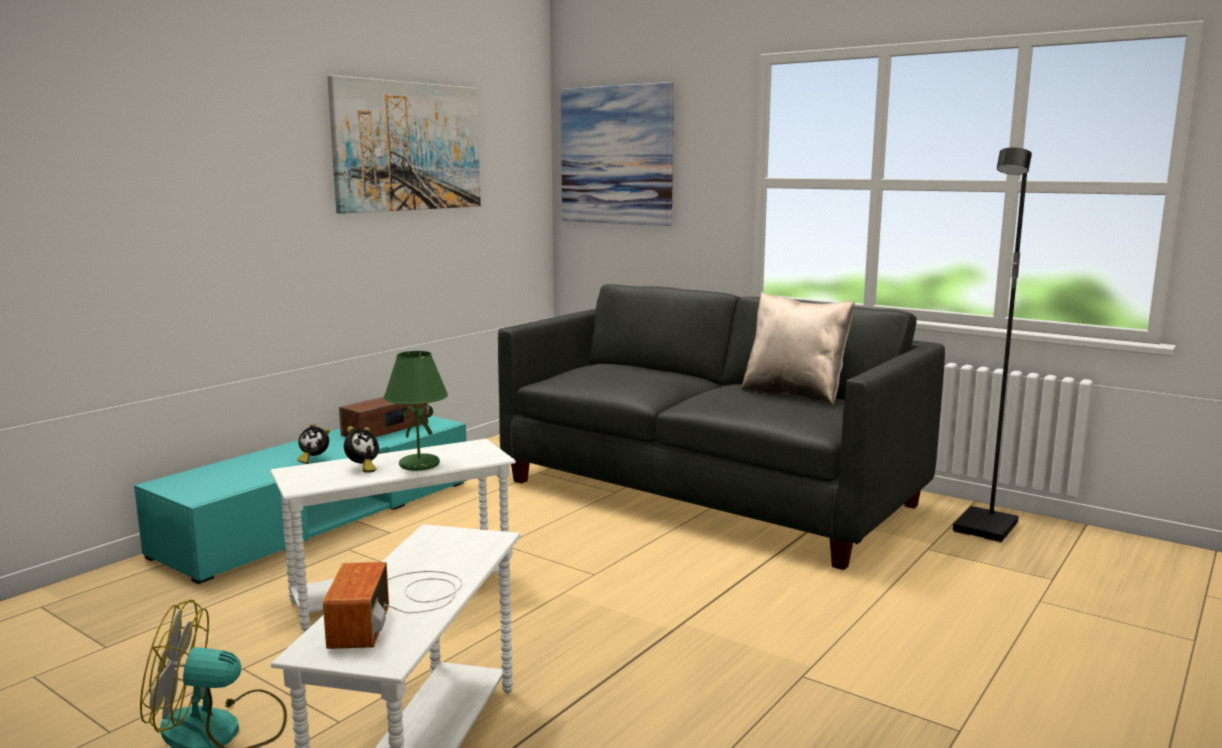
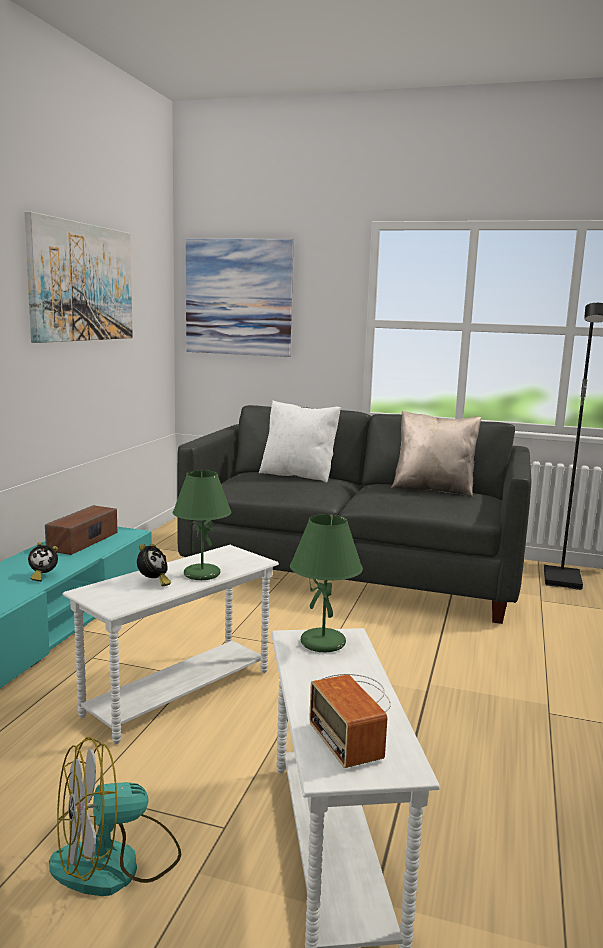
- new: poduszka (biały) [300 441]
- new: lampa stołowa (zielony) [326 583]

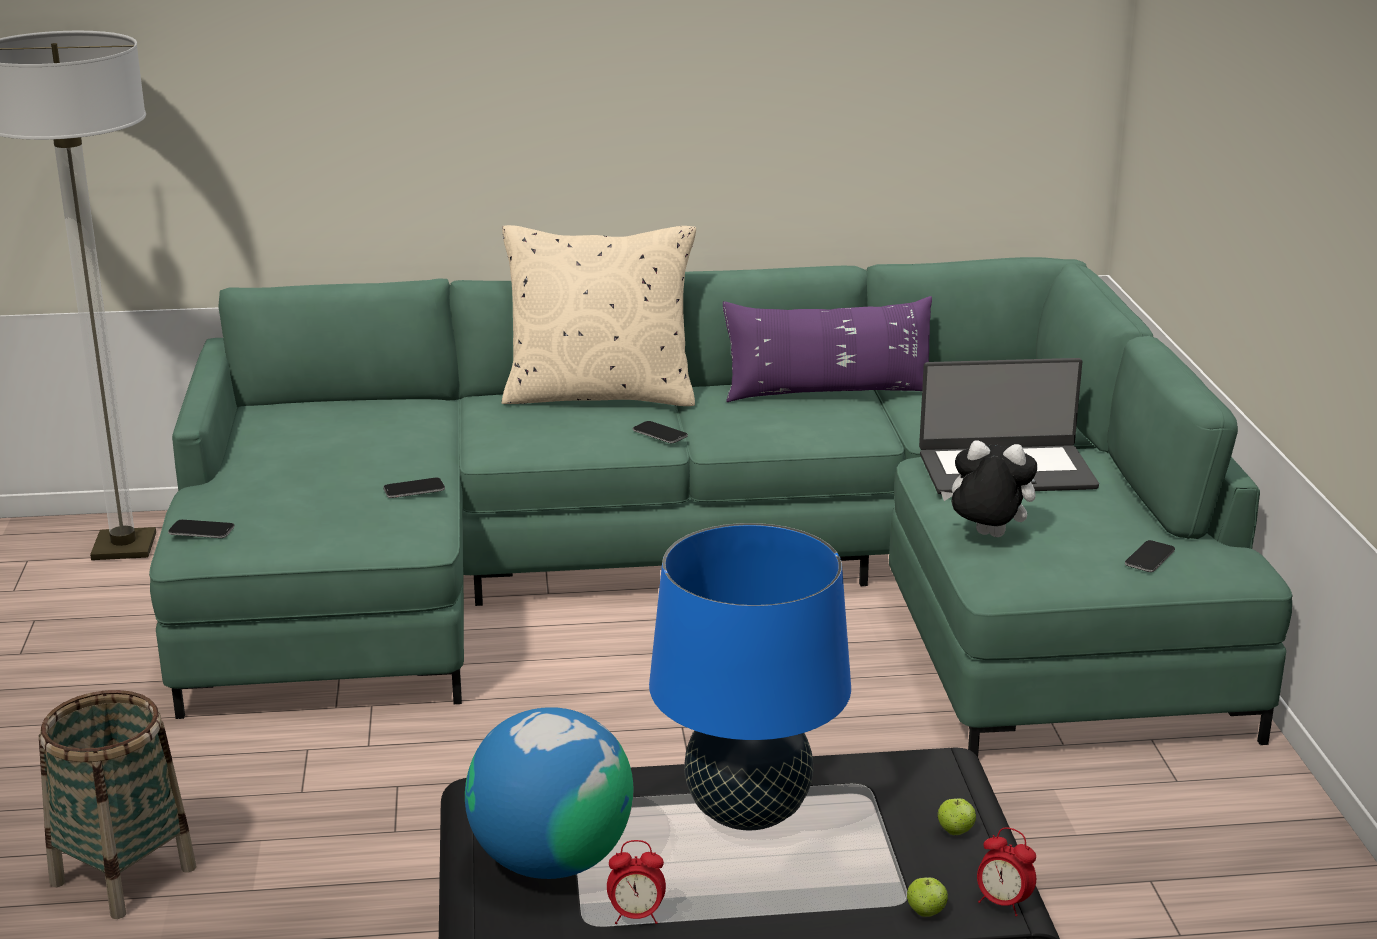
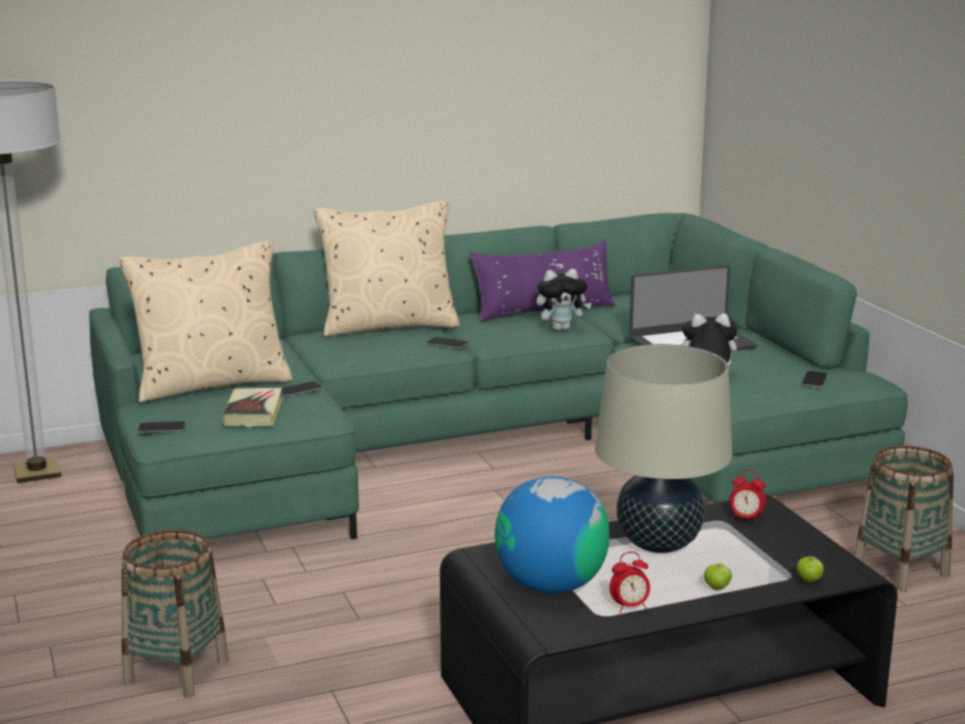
- new: poduszka (beżowy) [206 321]
- new: książka [252 407]
- new: pluszak [564 300]
- new: koszyk [904 518]
- shifted: jabłko [957 816] to [718 576]
- shifted: budzik [1006 871] to [748 497]
- repainted: lampa stołowa (niebieski) [750 676] to lampa stołowa (beżowy) [663 448]

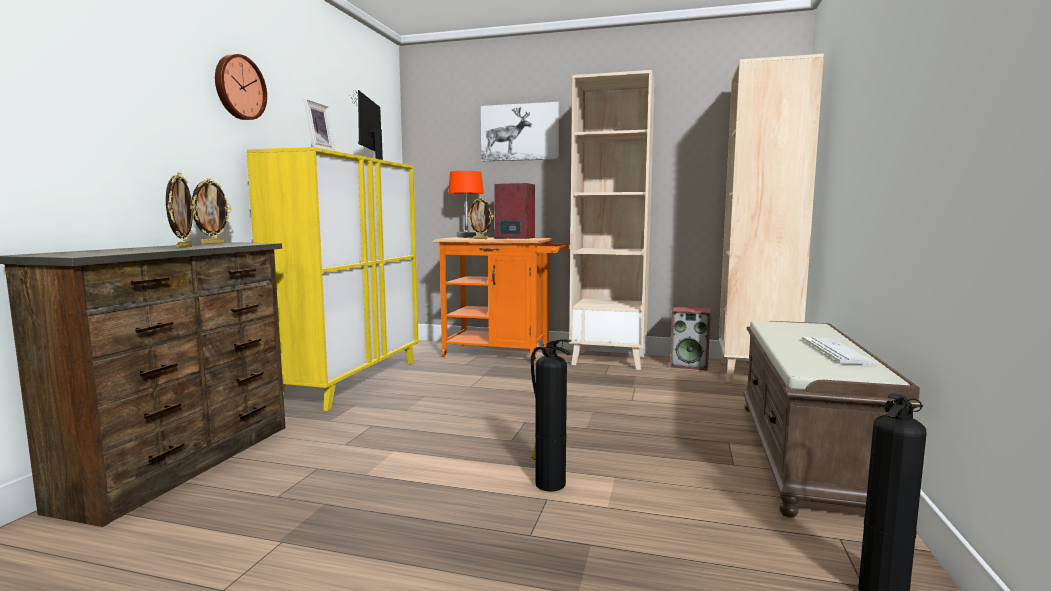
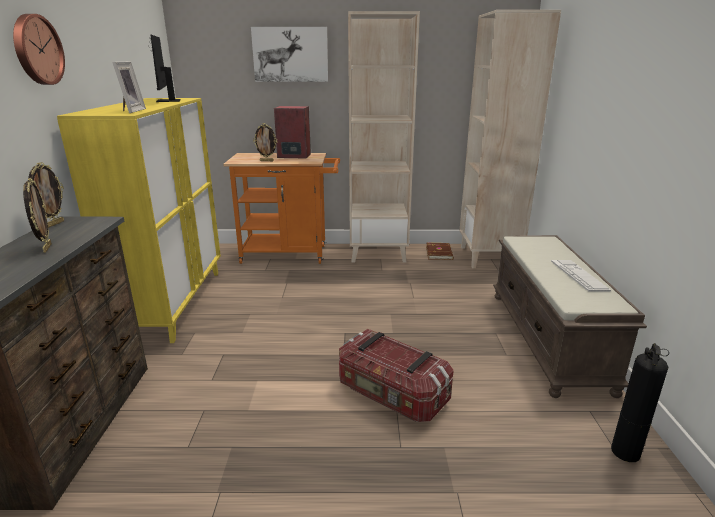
- gone: lampa stołowa (pomarańczowy) [466 204]
- swapped: gaśnica [551 415] to pojemnik do przechowywania [396 375]
- swapped: głośnik [690 338] to książka (brązowy) [440 251]

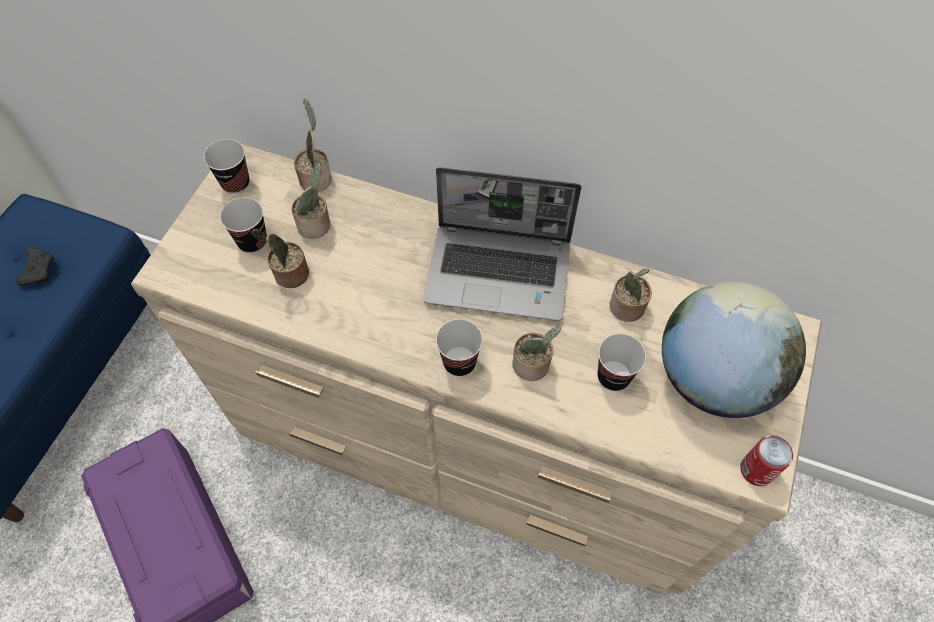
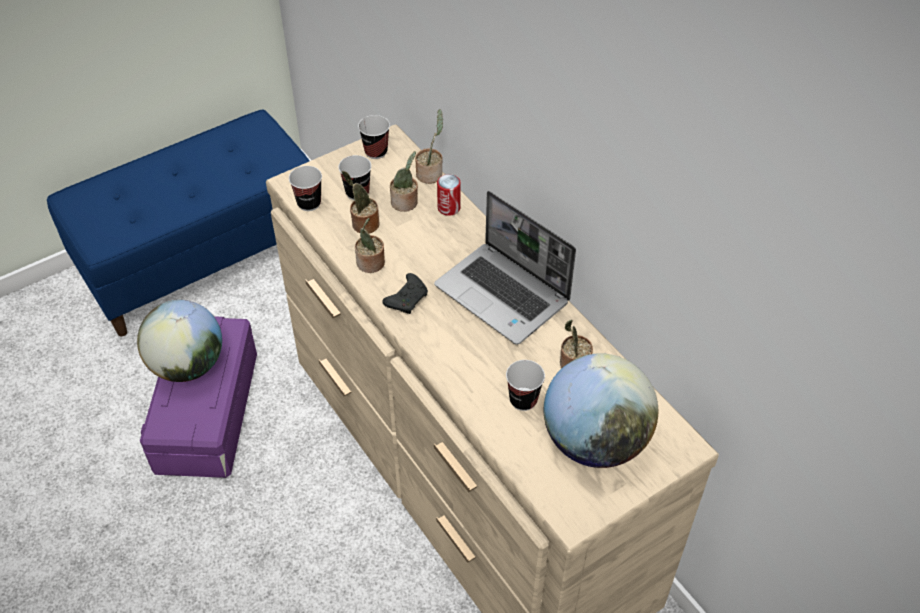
- new: globus [179 341]
- shifted: pad do gier (czarny) [35 266] to [405 293]
- shifted: filiżanka [459 347] to [305 188]
- shifted: roślina doniczkowa [536 353] to [370 245]
- shifted: puszka [766 460] to [448 195]

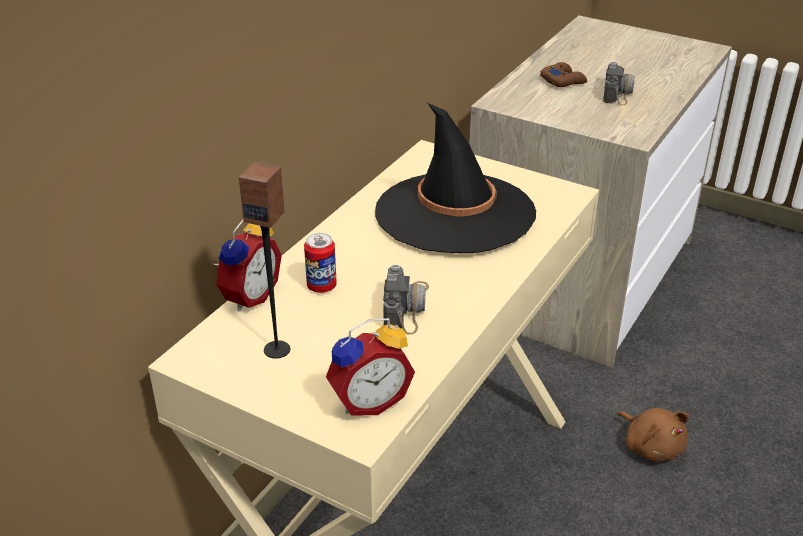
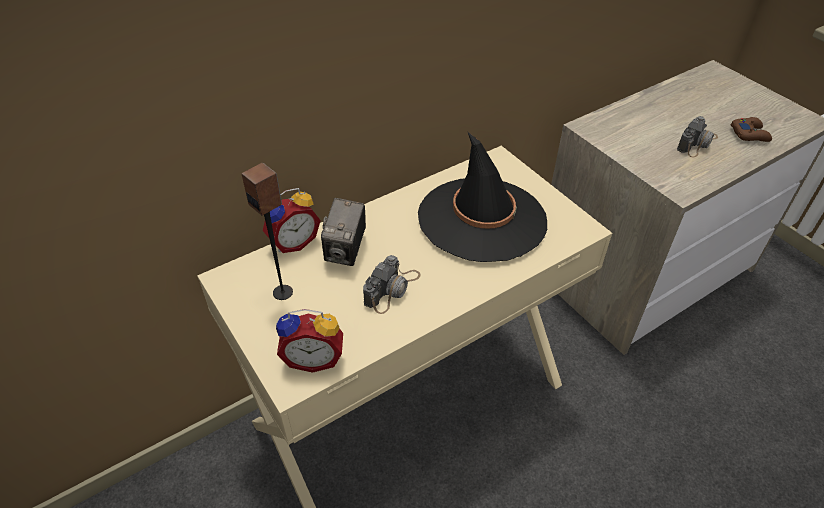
- gone: pluszak (brązowy) [653 435]
- shifted: pad do gier (brązowy) [563 74] to [751 129]
- swapped: puszka [320 263] to aparat fotograficzny [343 232]

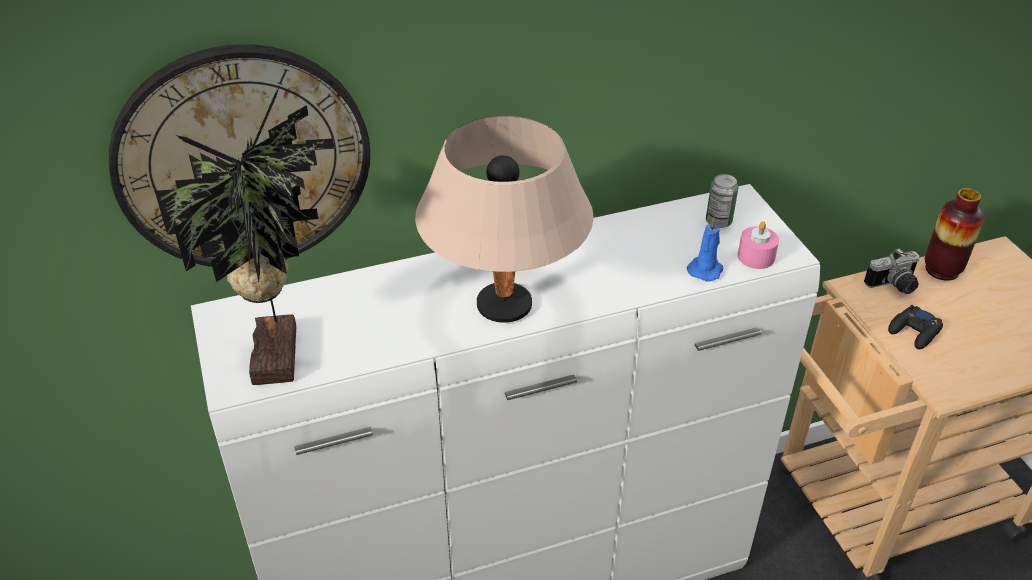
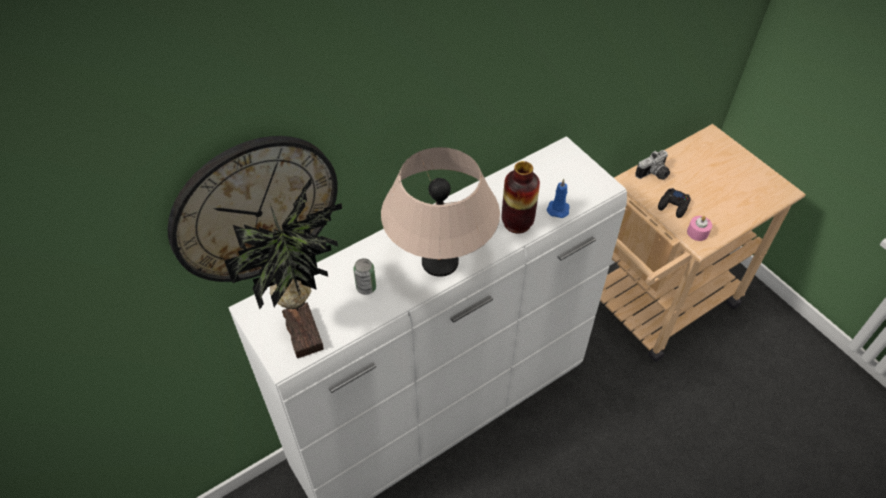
- shifted: puszka [722 201] to [364 276]
- shifted: świeca (różowy) [758 245] to [699 228]
- shifted: wazon [954 234] to [521 197]

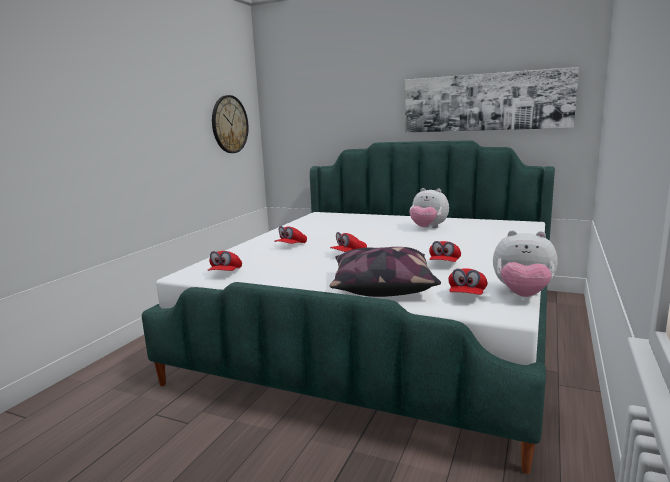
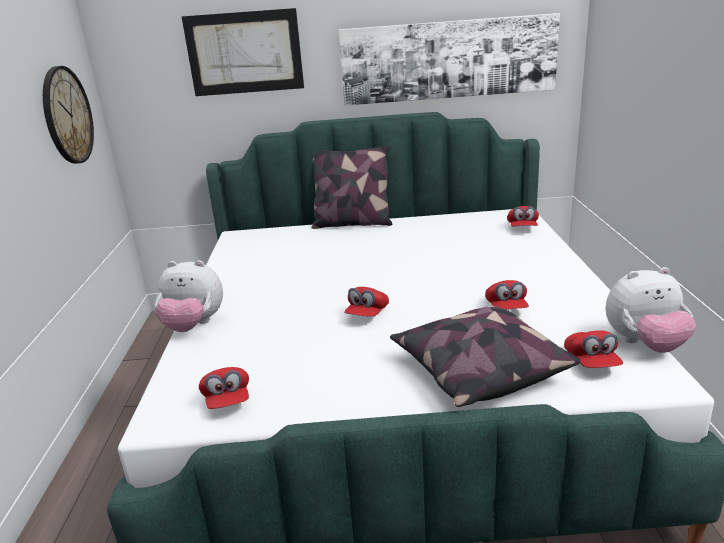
- new: obraz [243 52]
- new: poduszka [352 187]
- shifted: czapka z daszkiem (czerwony) [290 235] to [523 216]
- shifted: pluszak [429 208] to [189 296]

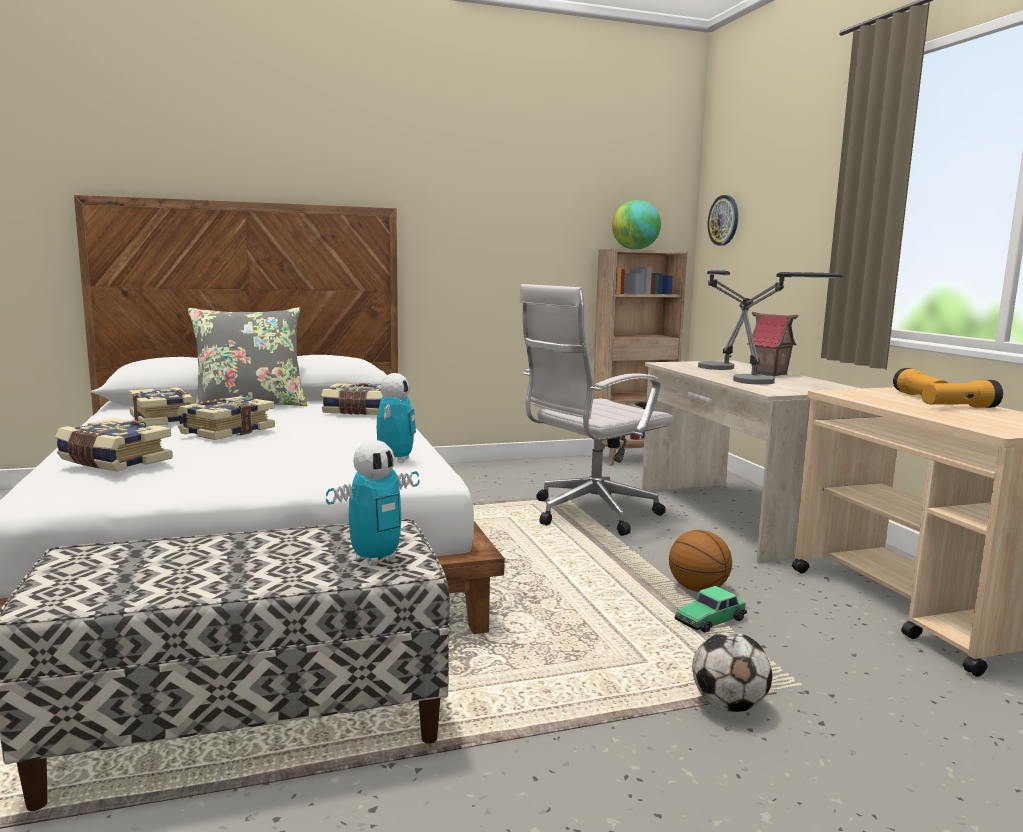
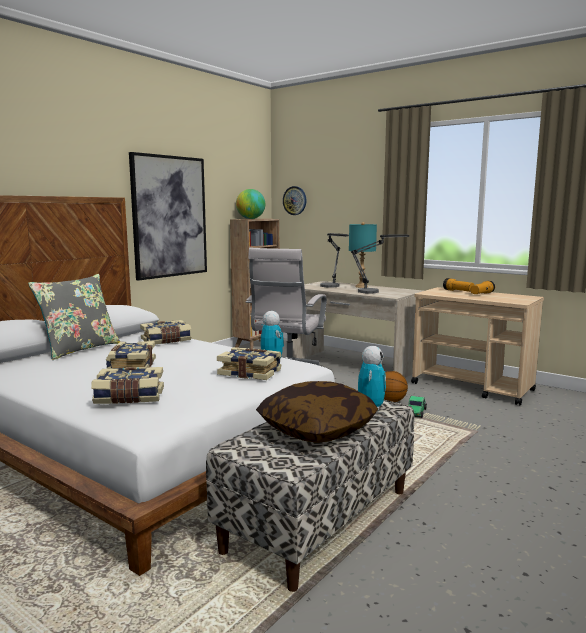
- gone: piłka futbolowa [732 672]
- new: obraz [168 216]
- new: poduszka [317 412]
- shifted: książka [162 406] to [249 363]
- swapped: domek [772 344] to lampa stołowa (turkusowy) [363 255]

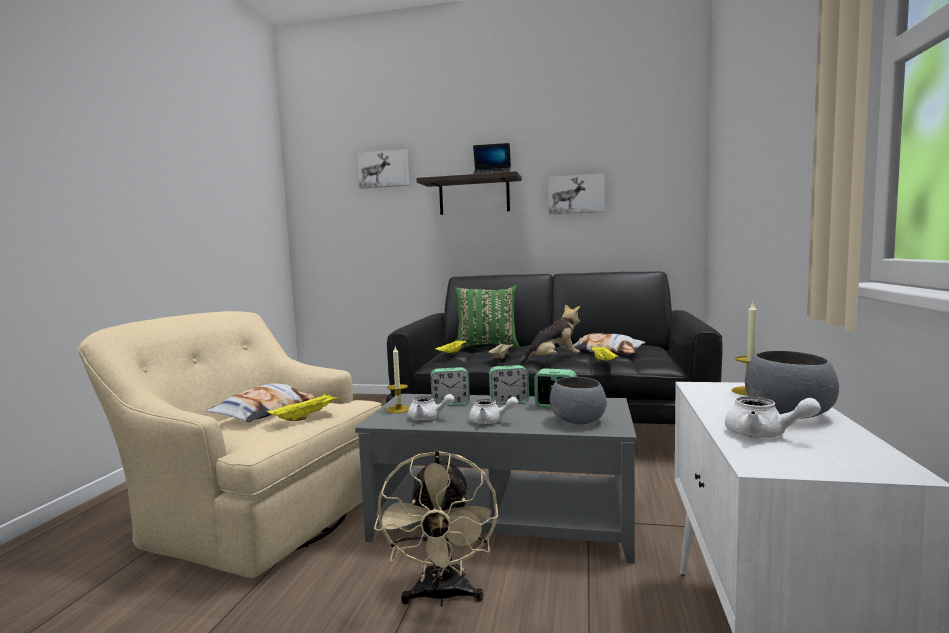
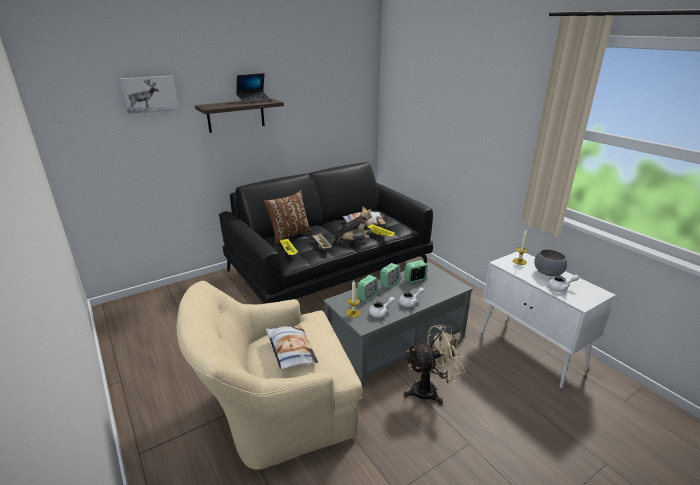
- gone: taca (żółty) [304 407]
- gone: obraz [576 194]
- gone: miska (szary) [578 400]
- repainted: poduszka (zielony) [487 317] to poduszka (brązowy) [288 217]
- rotated: wentylator (beżowy) [436 528] = [434 365] 60 degrees counterclockwise
- rotated: pluszak [549 334] = [351 225] 45 degrees clockwise

